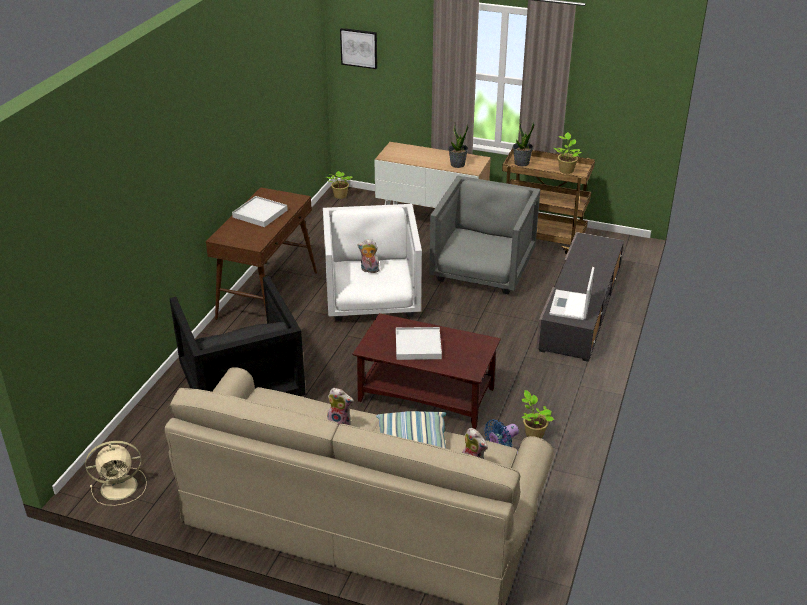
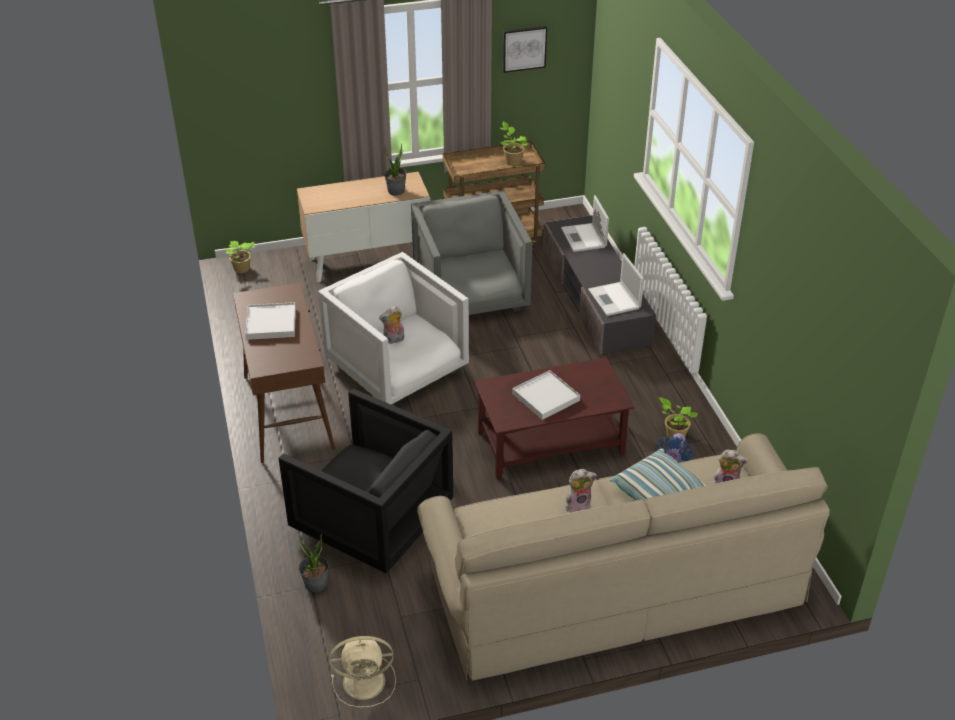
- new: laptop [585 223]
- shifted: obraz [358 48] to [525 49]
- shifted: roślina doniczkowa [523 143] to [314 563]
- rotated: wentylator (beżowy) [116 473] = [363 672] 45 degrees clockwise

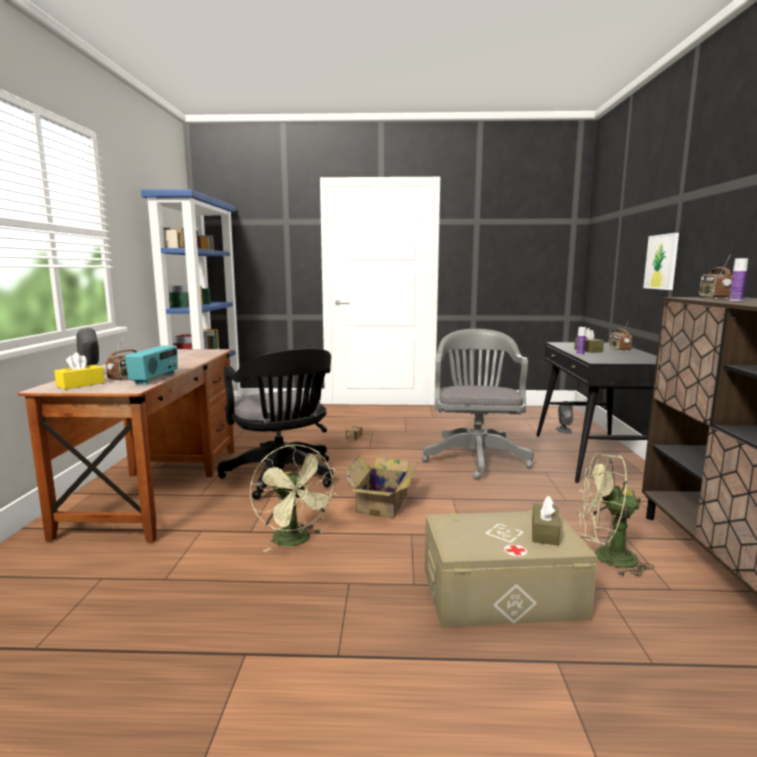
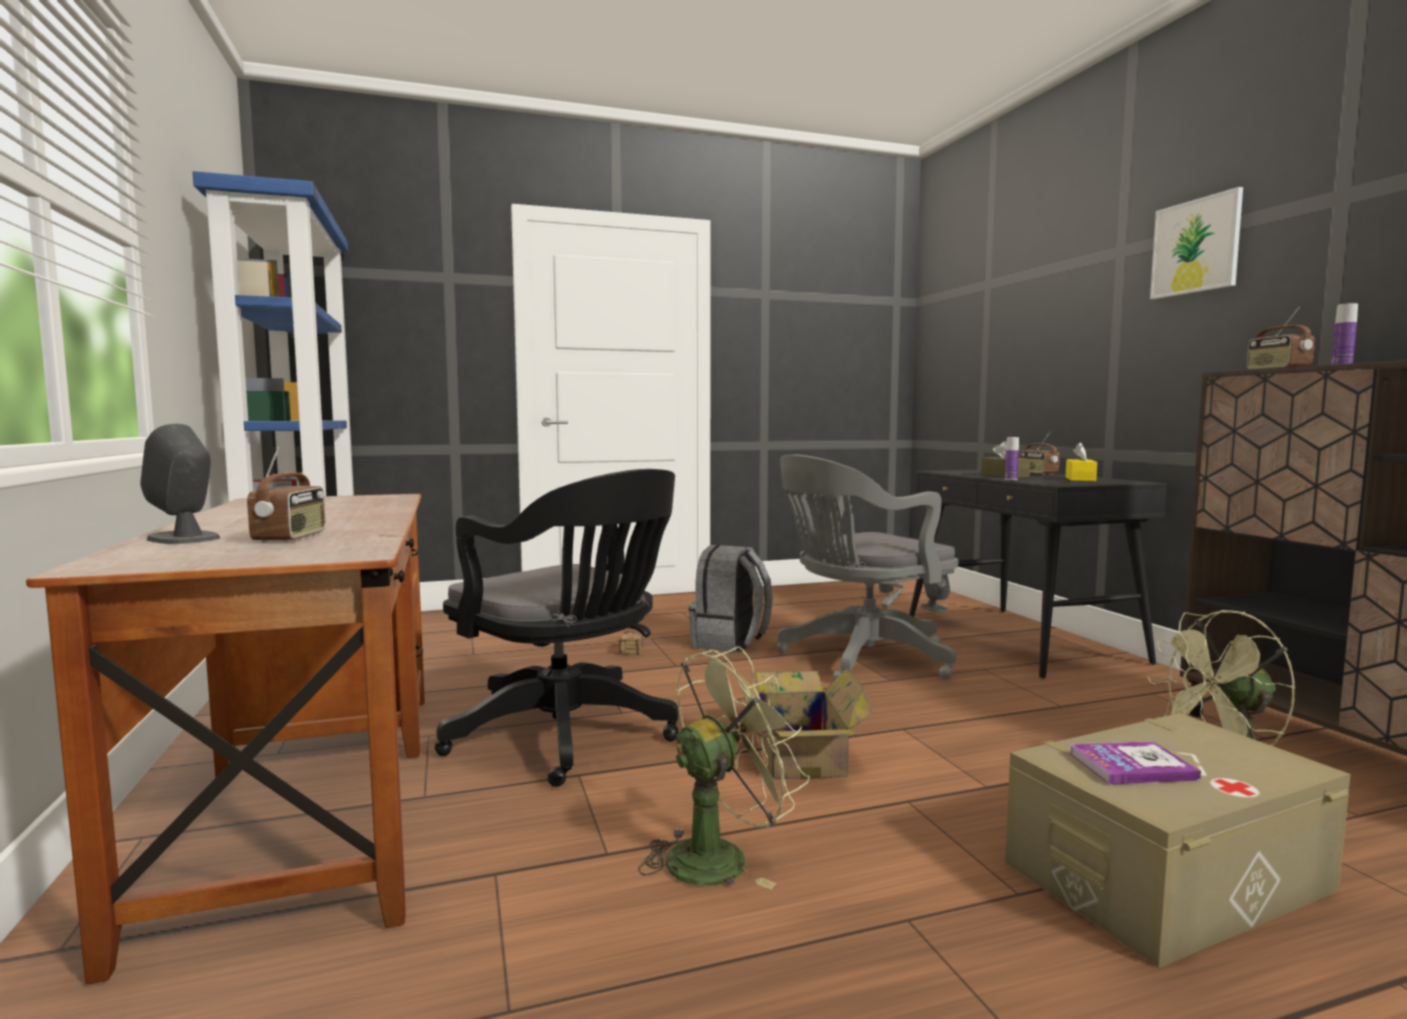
- gone: radio [151 365]
- gone: pudełko chusteczek (brązowy) [546 520]
- new: plecak (szary) [730 599]
- new: książka [1135 762]
- shifted: pudełko chusteczek (żółty) [79 370] to [1081 461]
- shifted: obraz [661 261] to [1196 243]
- rotated: wentylator (zielony) [293 498] = [723 767] 75 degrees counterclockwise
- rotated: krzesło biurowe (szary) [478 404] = [867 567] 105 degrees counterclockwise

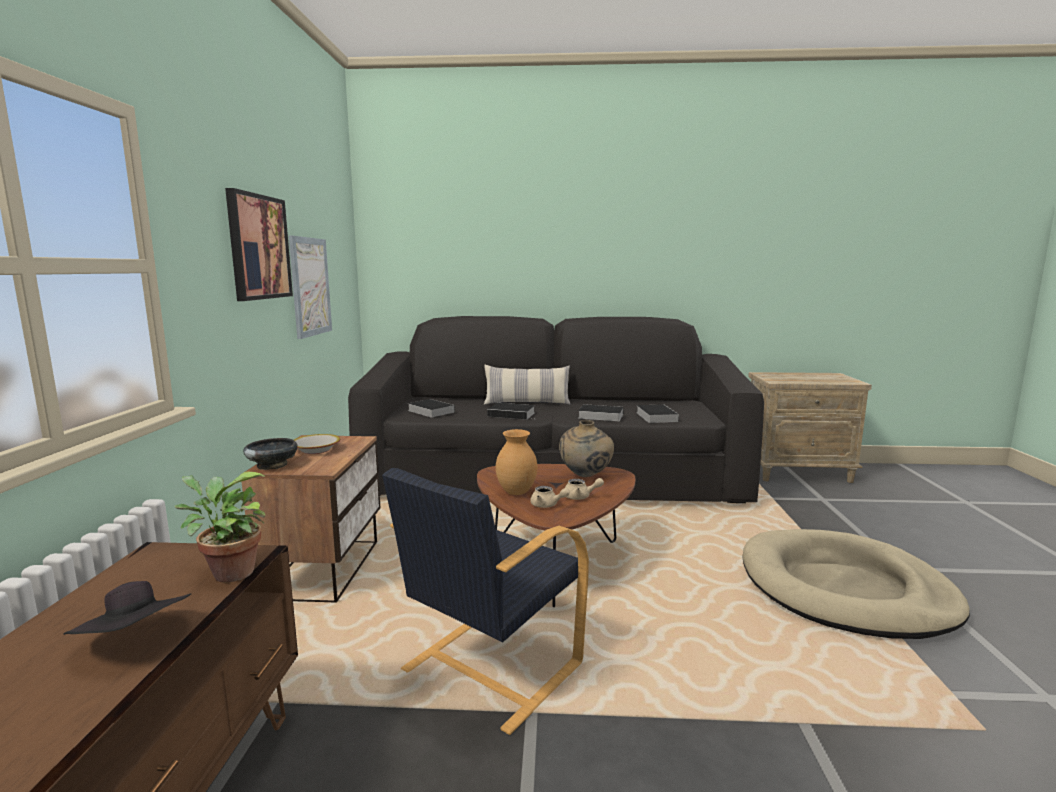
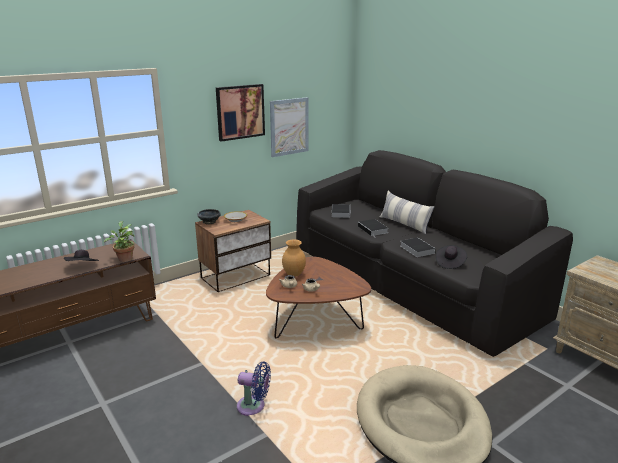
- gone: fotel (czarny) [485 601]
- gone: wazon (beżowy) [586 448]
- new: wentylator (niebieski) [254 388]
- swapped: książka [657 413] to kapelusz (czarny) [451 257]

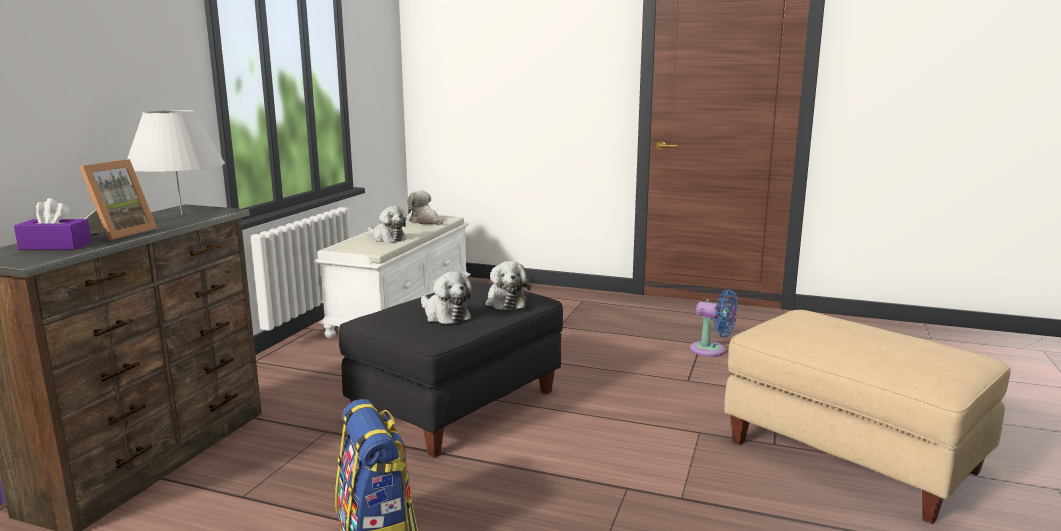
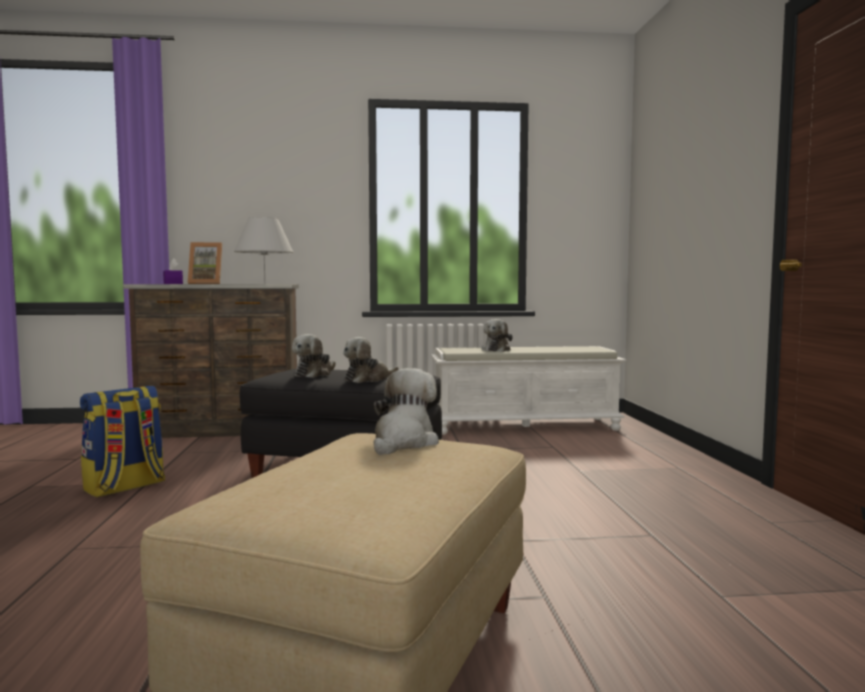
- gone: wentylator (niebieski) [714 323]
- shifted: pluszak [425 207] to [406 411]

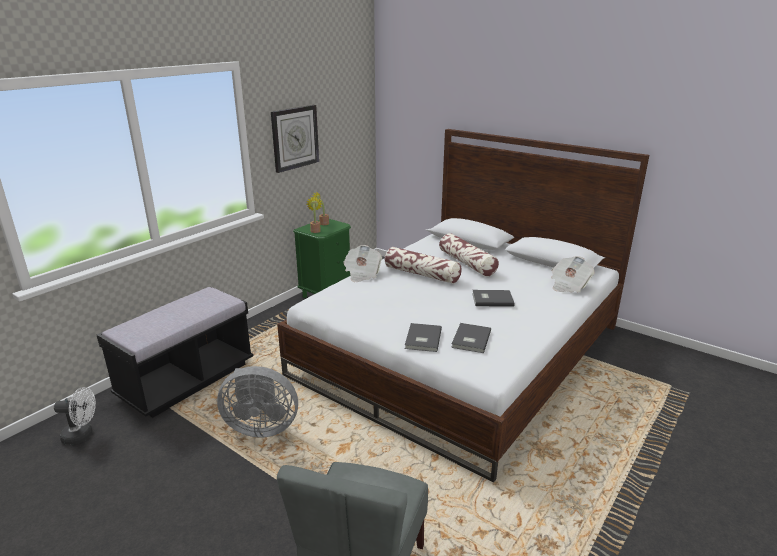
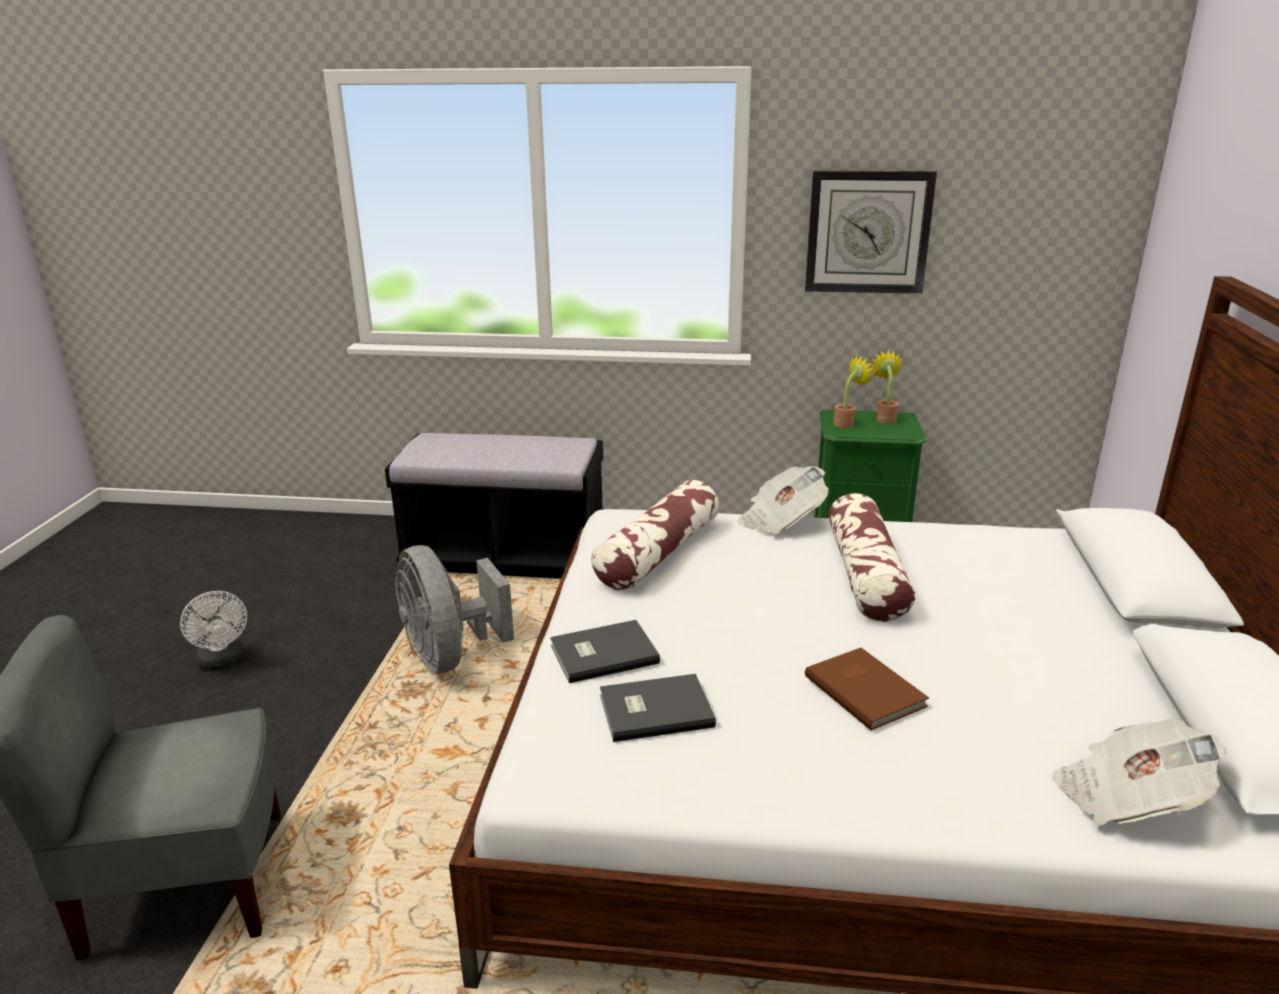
- shifted: wentylator (biały) [75 416] to [213 631]
- shifted: poduszka [469 255] to [655 535]
- repainted: książka (szary) [493 298] to książka (brązowy) [867 689]

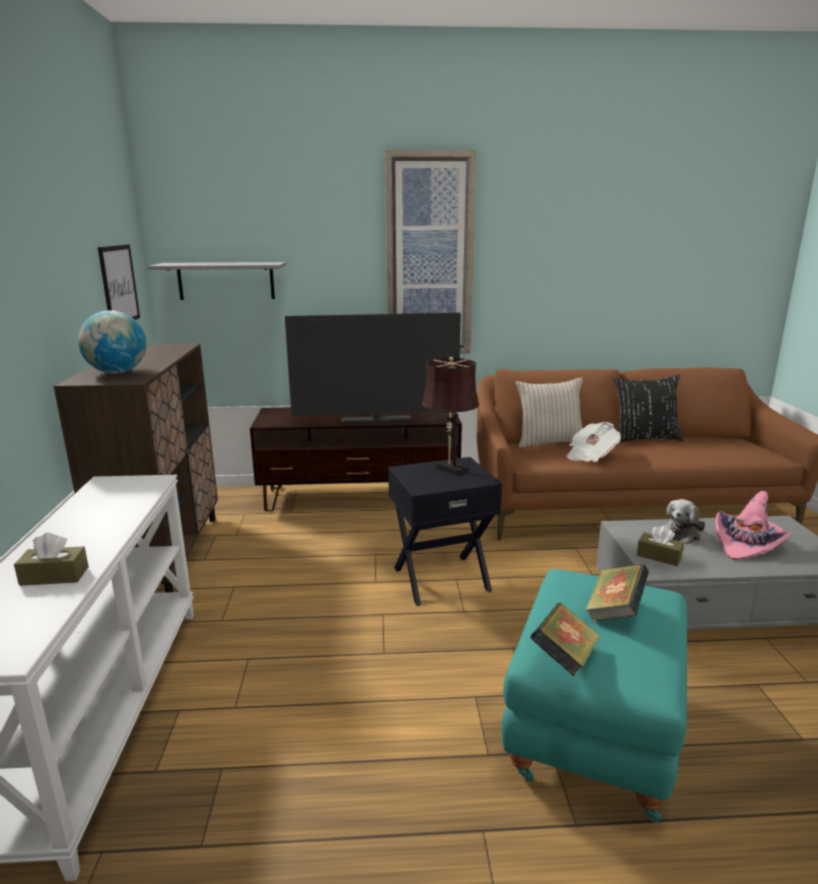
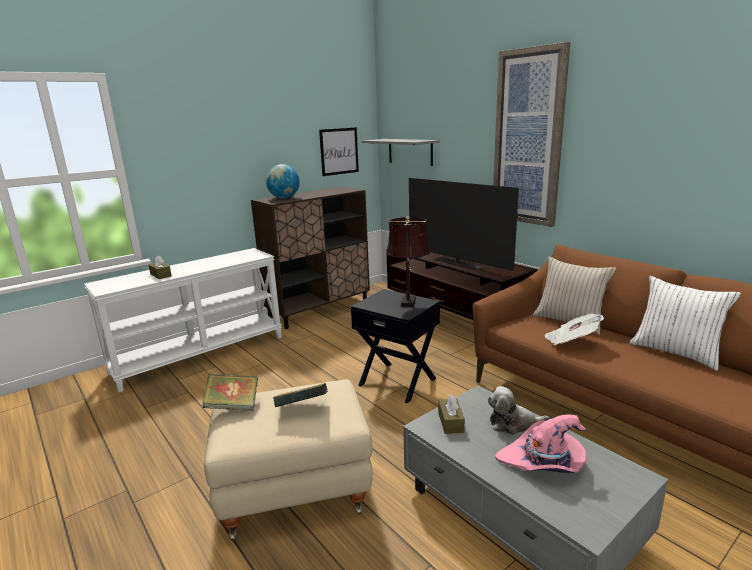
- repainted: pufa (turkusowy) [594 696] to pufa (beżowy) [288 460]
- repainted: poduszka (czarny) [648 409] to poduszka (biały) [685 323]

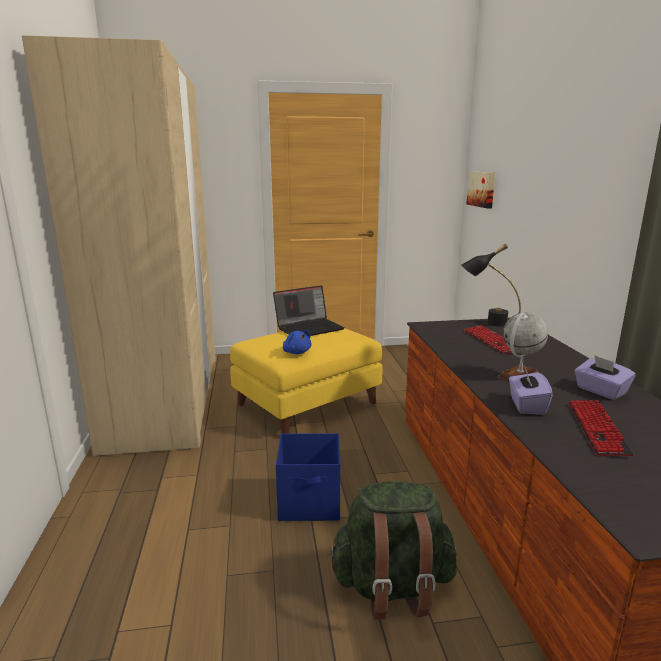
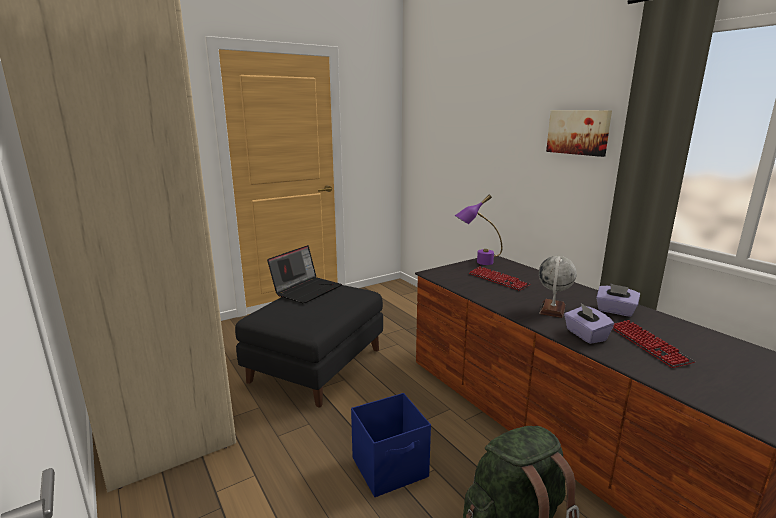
- gone: pluszak (niebieski) [297 342]
- shifted: obraz [480 190] to [579 133]
- repainted: pufa (żółty) [306 381] to pufa (czarny) [309 346]
- repainted: lampa stołowa (czarny) [491 285] to lampa stołowa (fioletowy) [478 230]

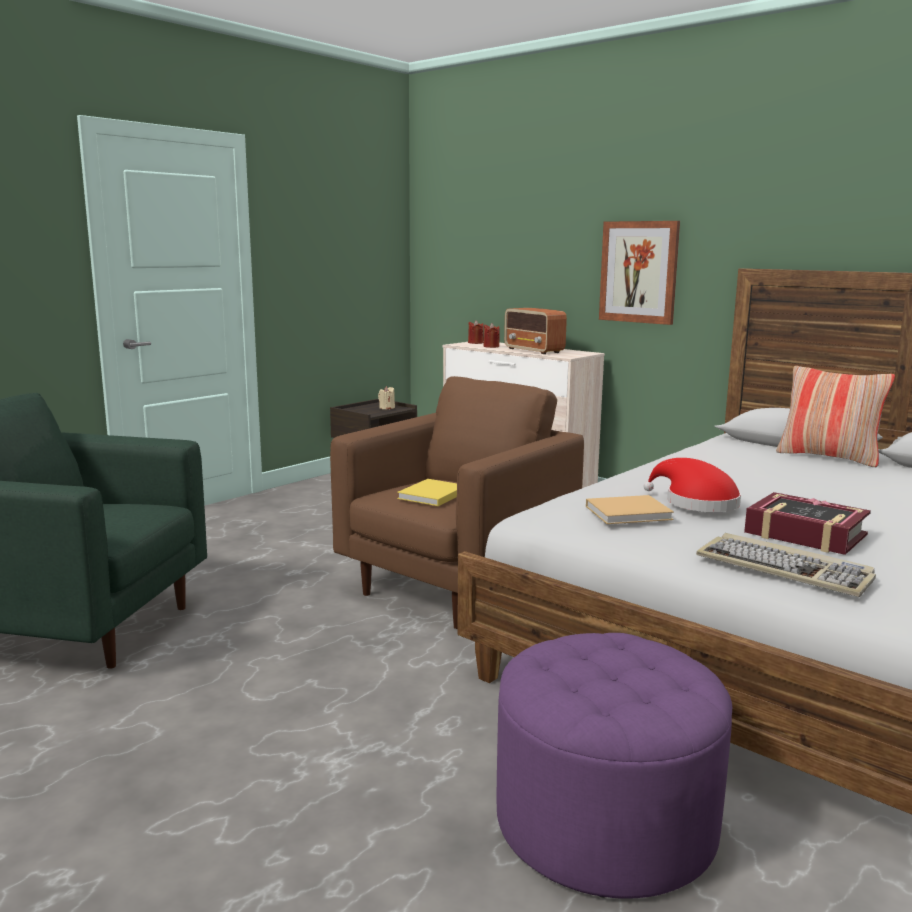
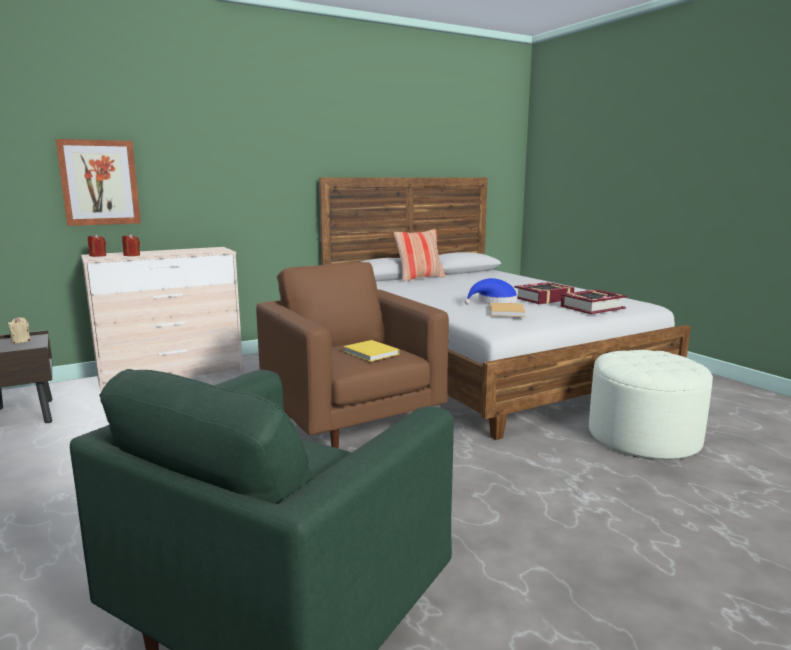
- gone: radio [535 331]
- shifted: obraz [639 273] to [98 182]
- swapped: klawiatura [786 565] to książka [594 301]
- repainted: pufa (fioletowy) [614 766] to pufa (biały) [651 405]
- repainted: kapelusz (czerwony) [692 485] to kapelusz (niebieski) [491 291]

